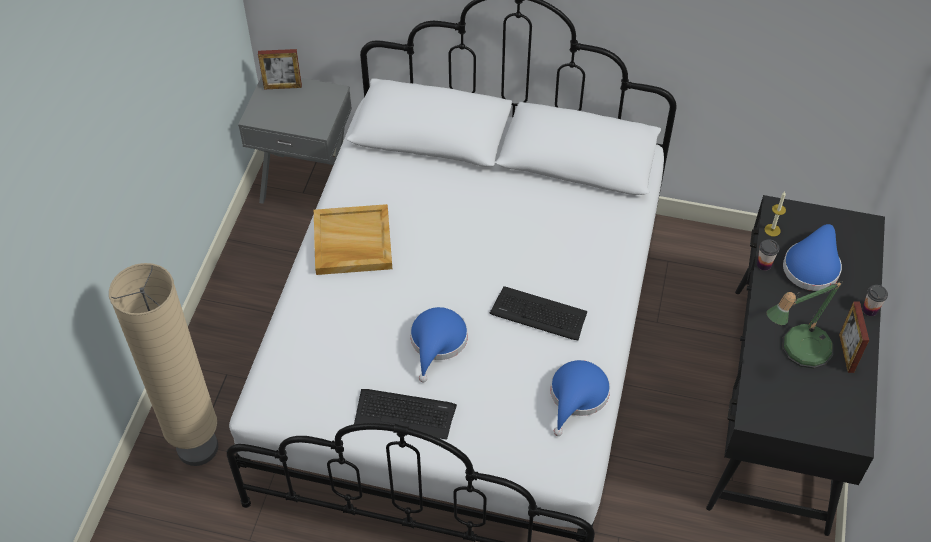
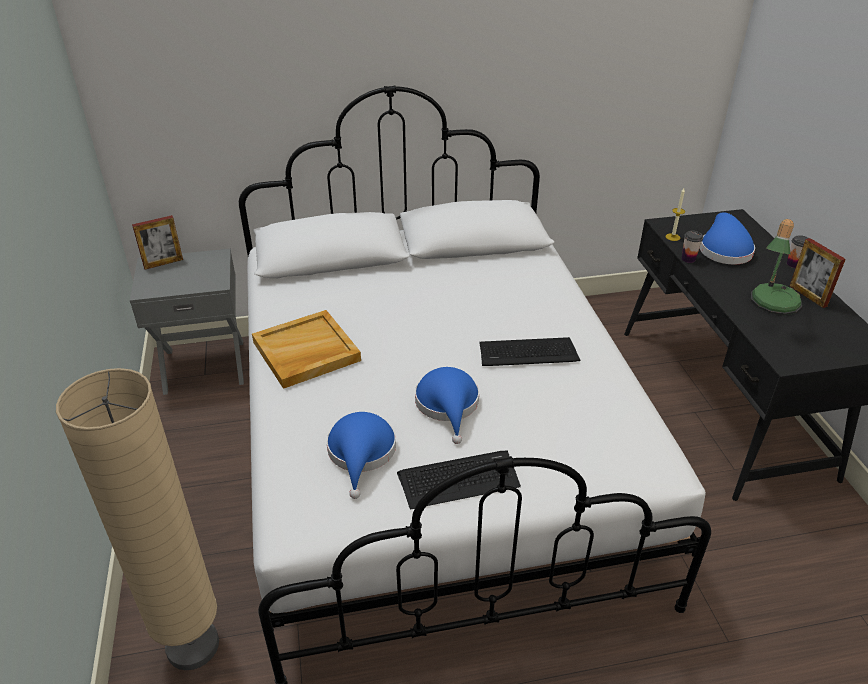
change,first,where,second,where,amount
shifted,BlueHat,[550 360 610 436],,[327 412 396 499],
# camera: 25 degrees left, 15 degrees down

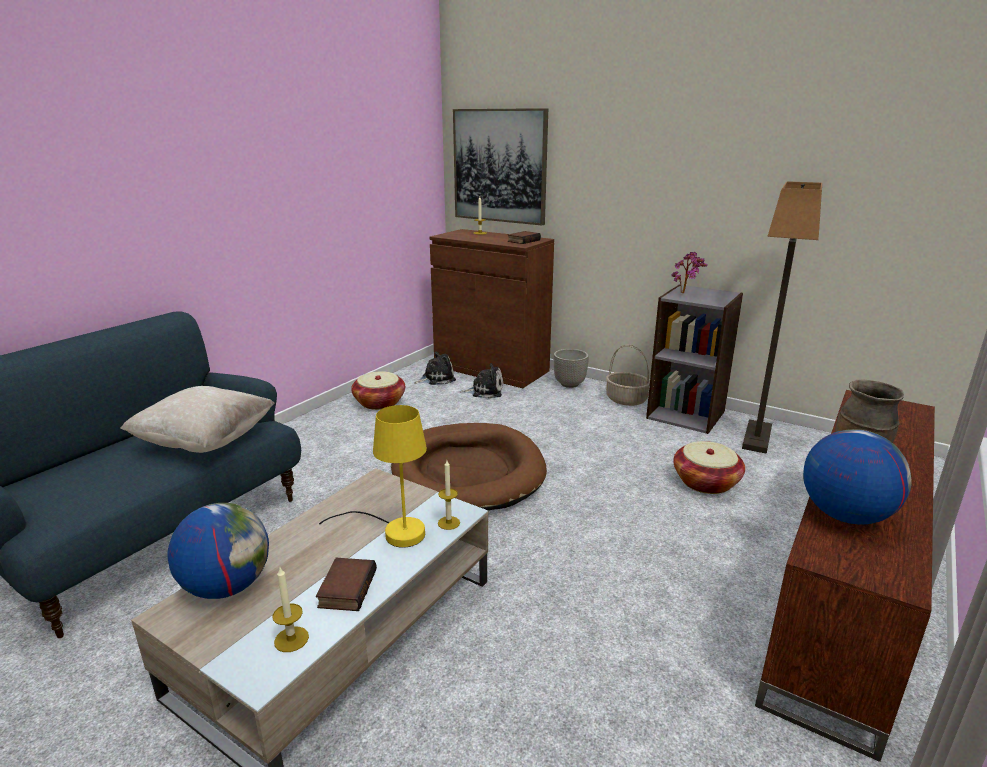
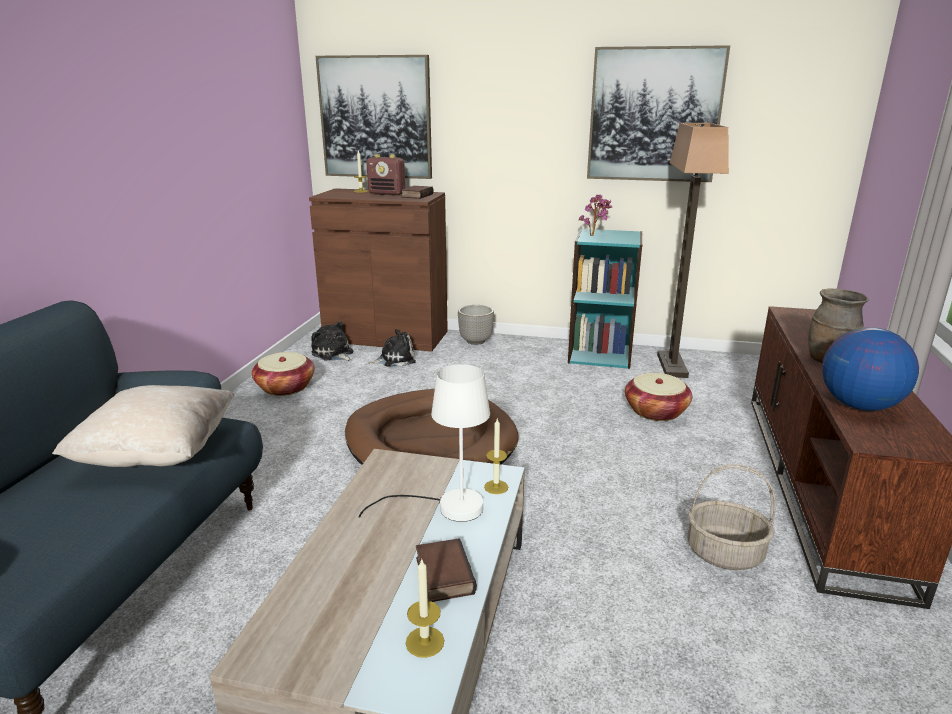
change,first,where,second,where,amount
gone,Globe,[167 503 269 599],,,
new,,,Radio,[366 154 405 196],
new,,,Picture,[587 45 730 182],
shifted,Basket,[606 344 650 406],,[688 464 775 570],
repainted,YellowTableLamp,[319 405 427 548],WhiteTableLamp,[358 364 490 522],
repainted,GreyBookcase,[646 284 743 434],TurquoiseBookcase,[568 228 643 369],
rotated,PlushToy,[414 352 456 385],,[311 321 353 361],90 degrees counterclockwise
# camera: 20 degrees left, 0 degrees up

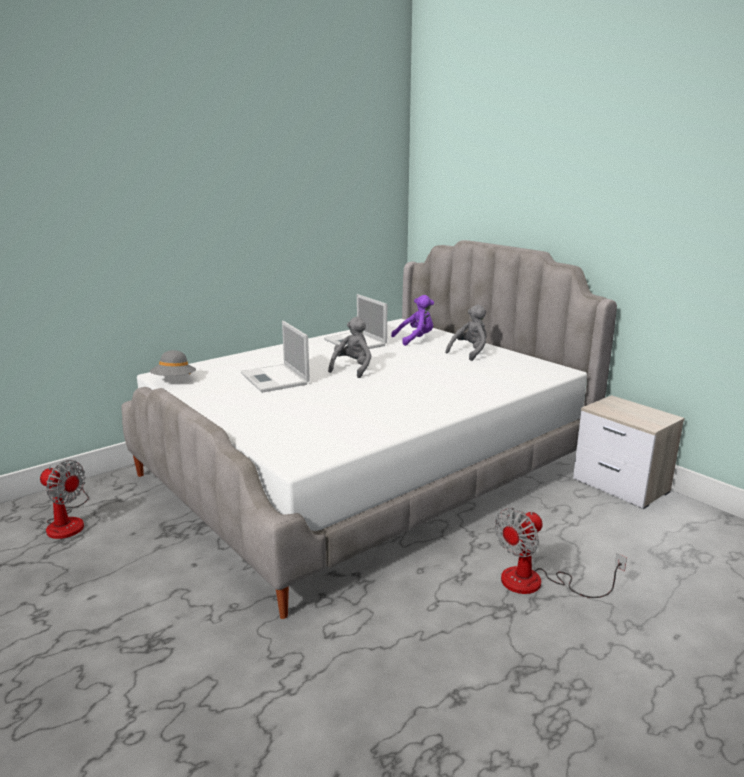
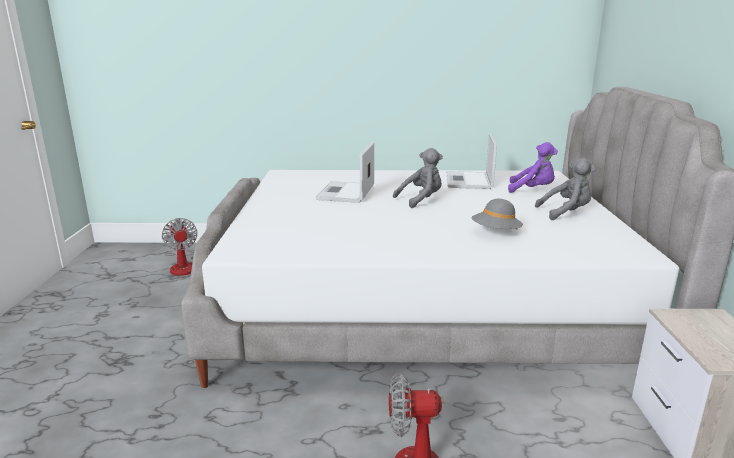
change,first,where,second,where,amount
shifted,GreyHat,[150 350 196 376],,[471 199 523 229],
# camera: 40 degrees right, 0 degrees up

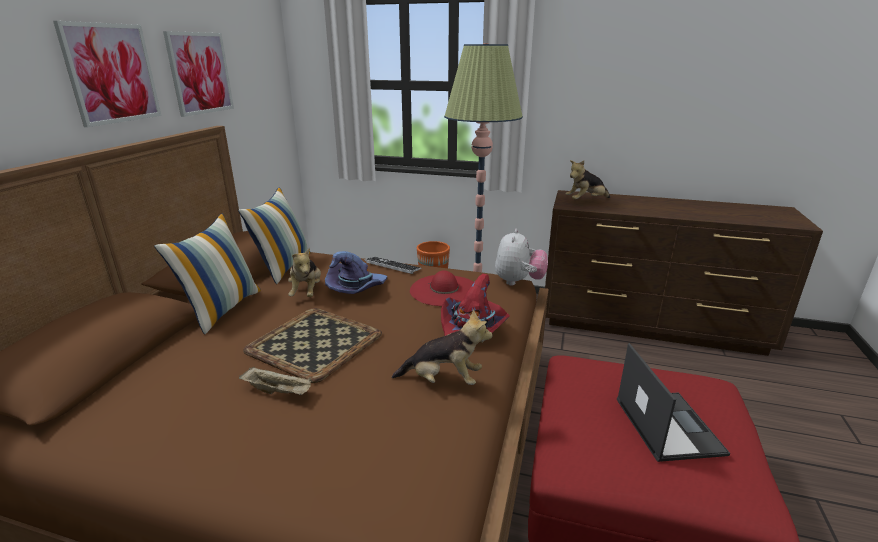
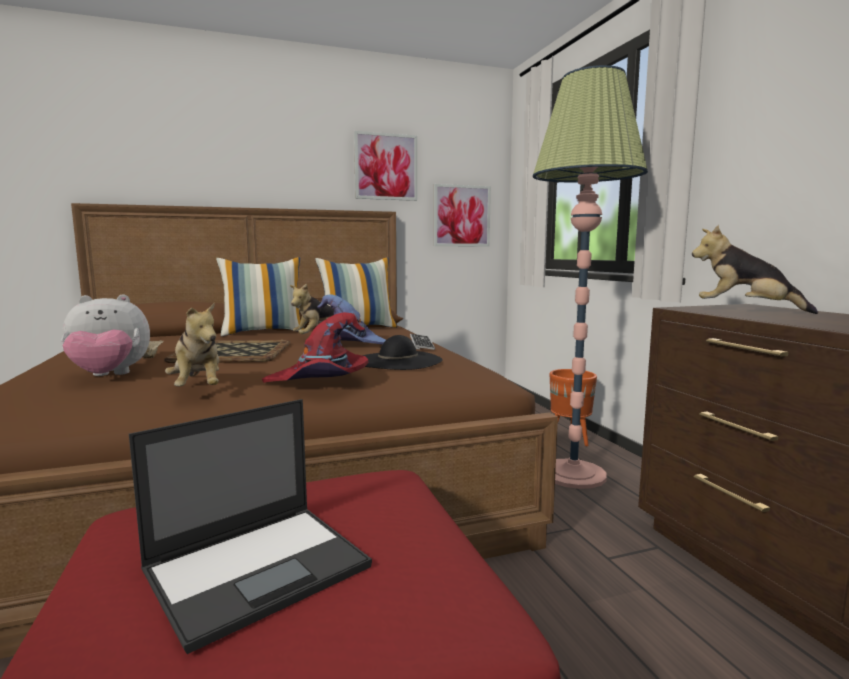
change,first,where,second,where,amount
shifted,Picture,[53 21 161 127],,[434 184 491 247],
shifted,PlushToy,[495 229 548 286],,[61 294 150 376],
repainted,RedHat,[410 270 474 306],BlackHat,[362 335 443 370],
# camera: 55 degrees right, 15 degrees down

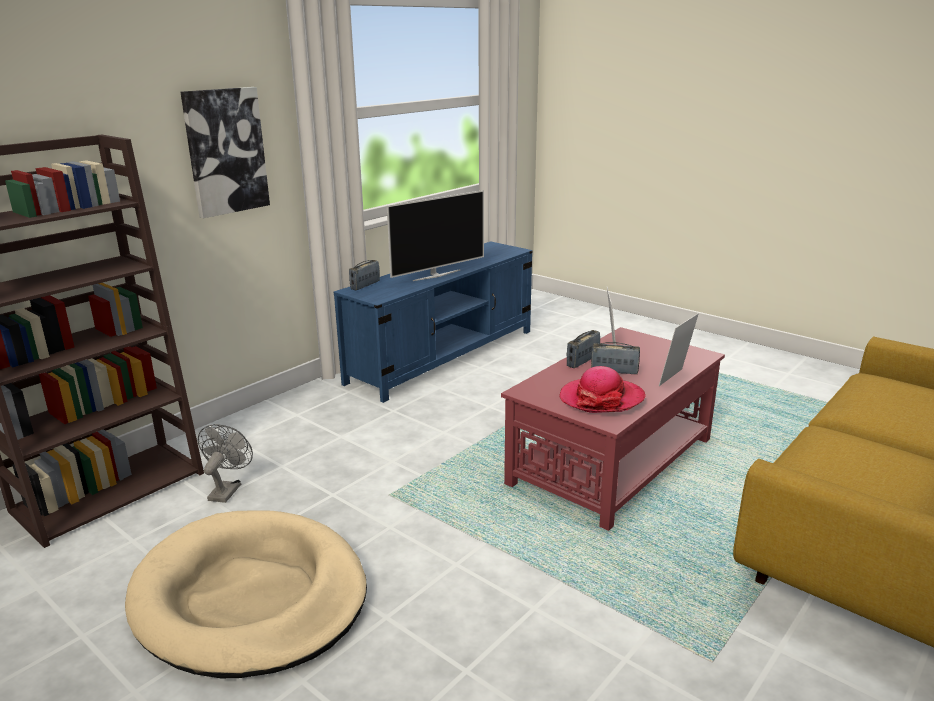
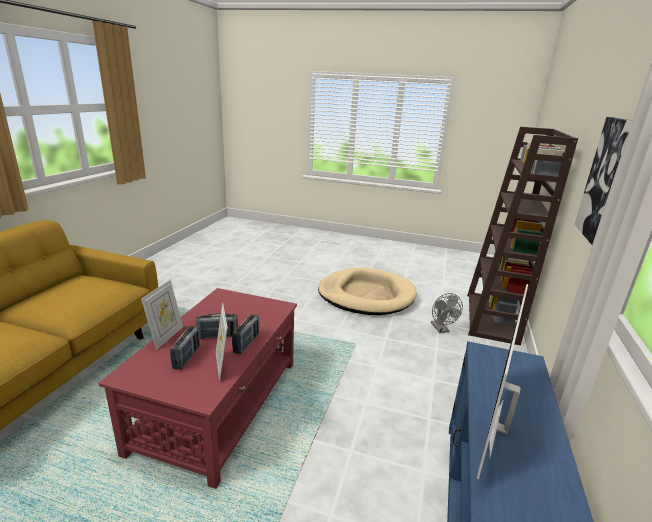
change,first,where,second,where,amount
gone,Hat,[559 366 646 413],,,
shifted,Radio,[349 260 380 290],,[170 326 200 370],
# camera: 155 degrees right, 0 degrees up

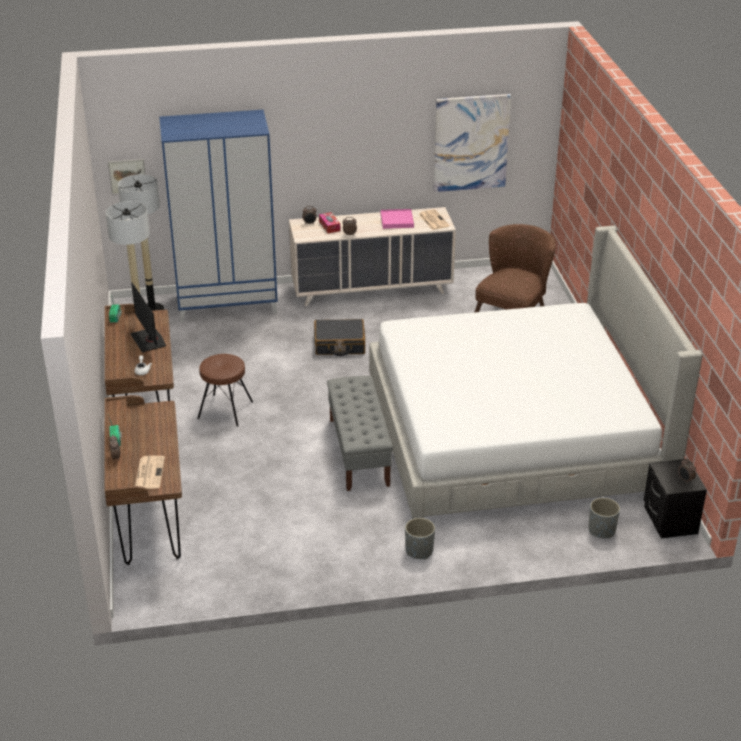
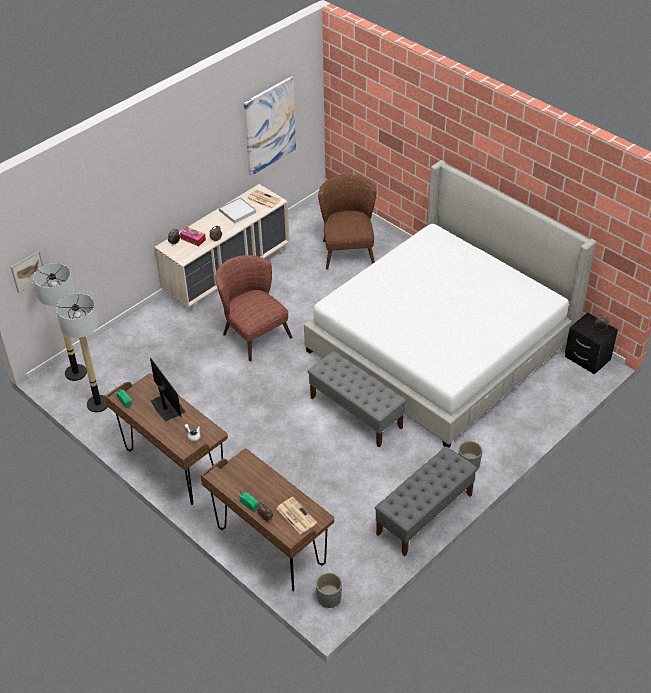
change,first,where,second,where,amount
gone,BlueWardrobe,[159 110 278 322],,,
gone,BrownStool,[197 354 253 427],,,
new,,,GreyBench,[375 446 478 556],
shifted,GreyPlanter,[588 498 620 538],,[316 573 342 608],
swapped,BlackSuitcase,[314 319 365 356],BrownArmchair,[215 255 292 361],
repainted,PinkTray,[381 209 414 229],WhiteTray,[219 197 256 223],
rotated,Monitor,[130 282 166 352],,[150 358 186 422],150 degrees counterclockwise
# camera: 35 degrees left, 10 degrees up

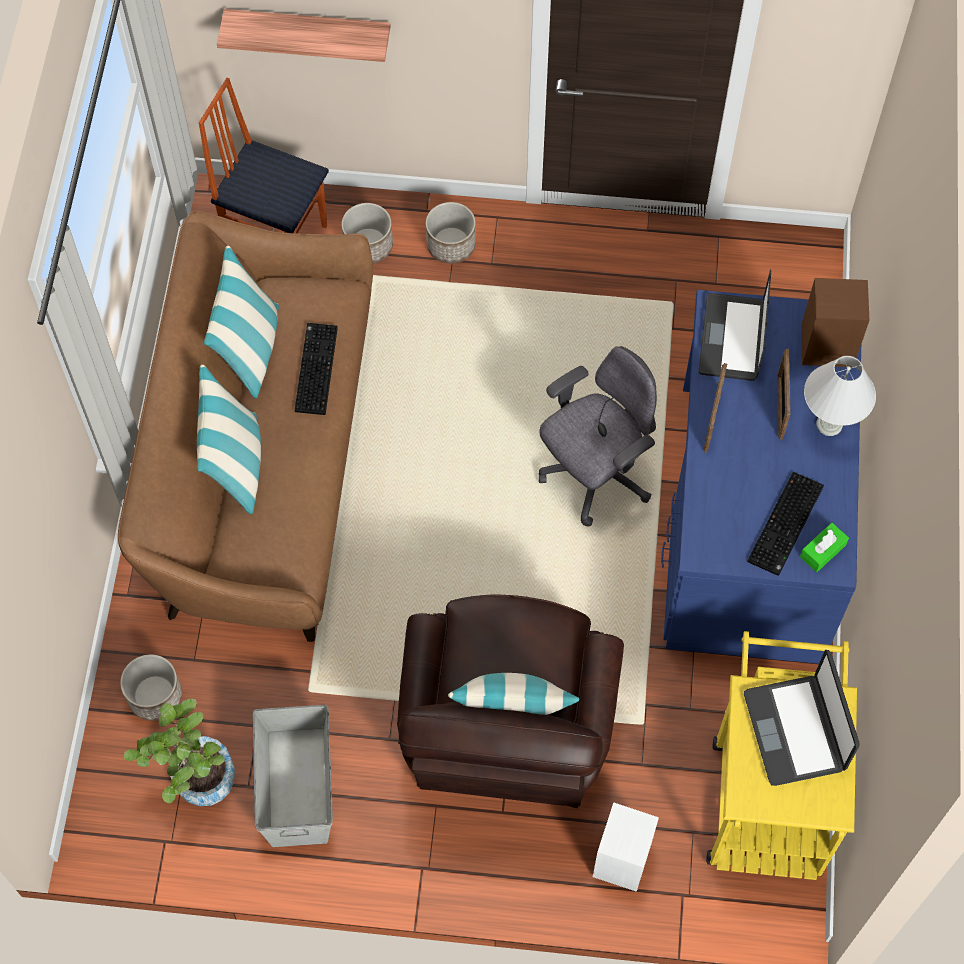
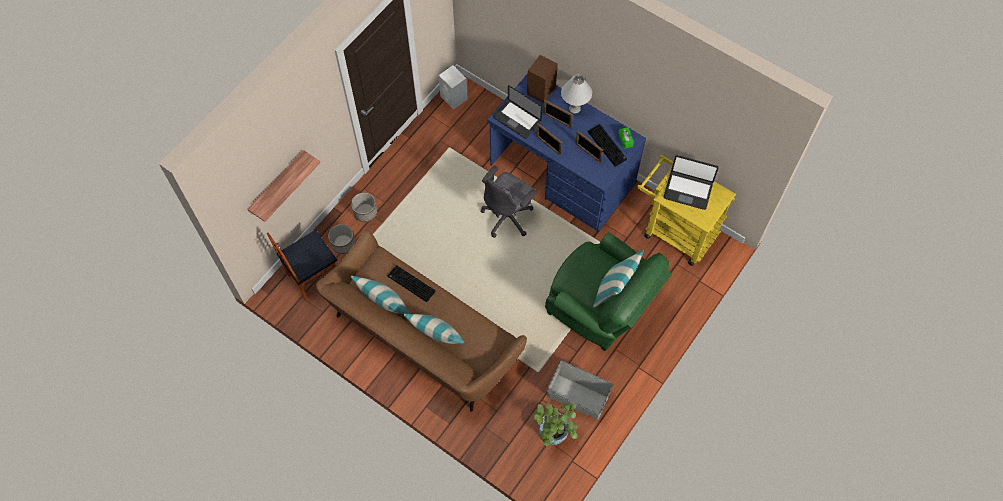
change,first,where,second,where,amount
gone,Planter,[120 654 182 721],,,
new,,,PictureFrame,[575 131 603 163],
shifted,WhiteSpeaker,[593 802 659 892],,[439 65 468 110],
repainted,BrownArmchair,[397 594 624 808],GreenArmchair,[545 233 672 351],
rotated,GreyOfficeChair,[539 346 657 527],,[481 166 536 238],135 degrees counterclockwise
# camera: 60 degrees left, 0 degrees up

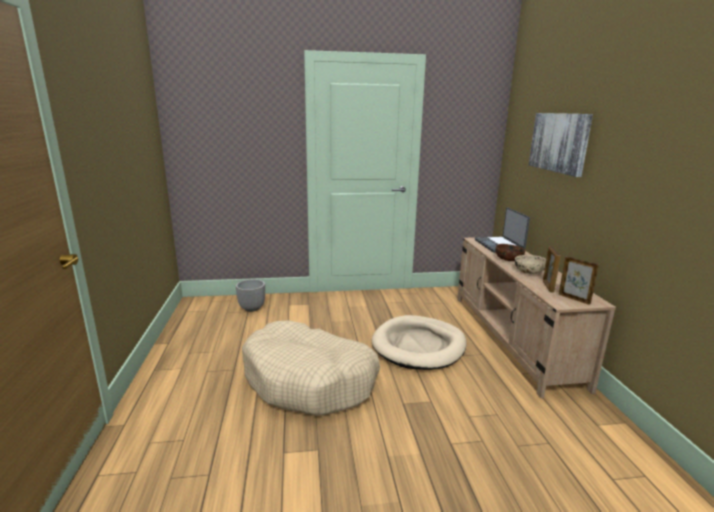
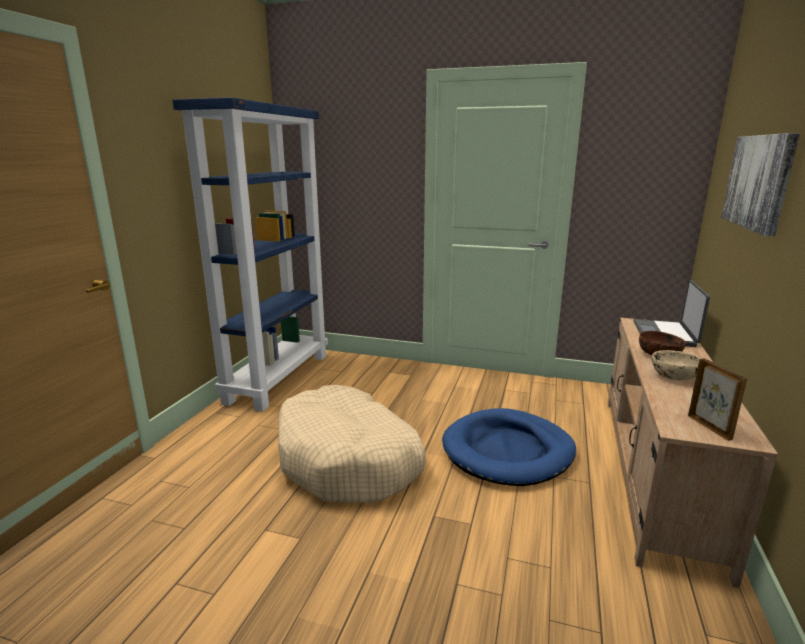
change,first,where,second,where,amount
gone,Planter,[236 279 265 312],,,
gone,PictureFrame,[543 246 561 293],,,
new,,,BlueBookcase,[172 97 328 411],
repainted,BeigeDogBed,[372 315 467 370],BlueDogBed,[442 408 576 486],
# camera: 25 degrees right, 0 degrees up

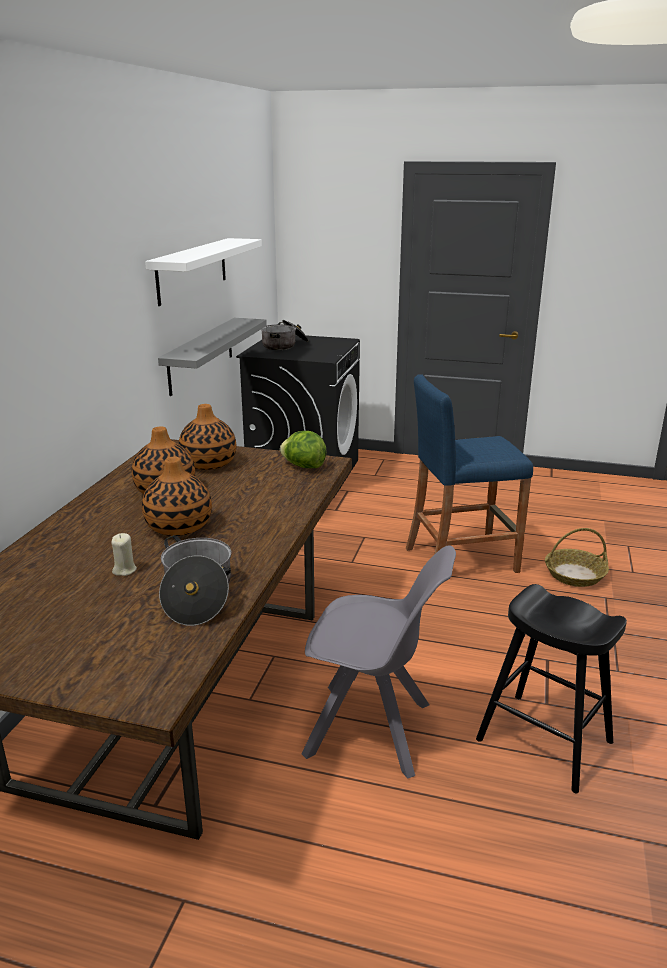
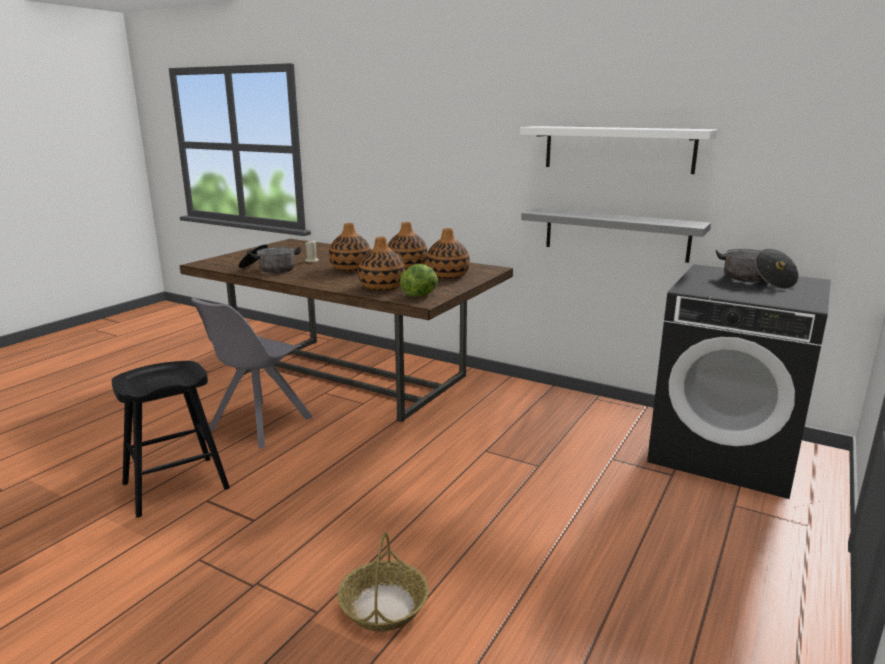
change,first,where,second,where,amount
gone,BlueStool,[406 374 533 573],,,
new,,,Vase,[358 237 405 291],
# camera: 105 degrees right, 5 degrees down

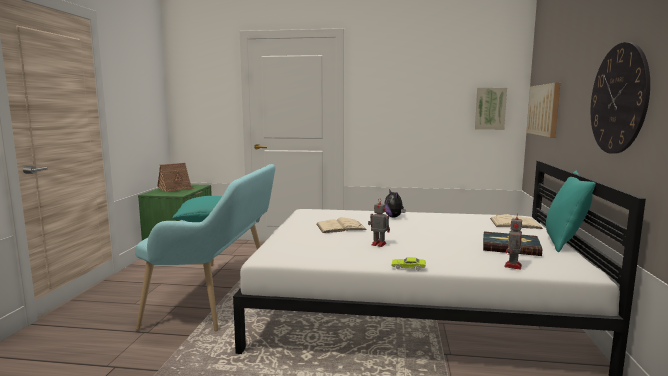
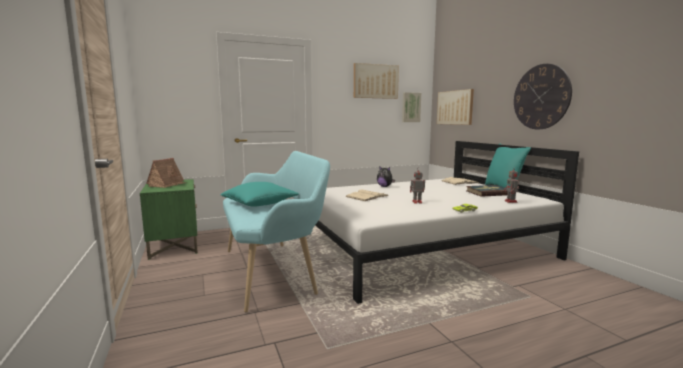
change,first,where,second,where,amount
new,,,Picture,[354 63 399 99],
# camera: 30 degrees left, 0 degrees up

